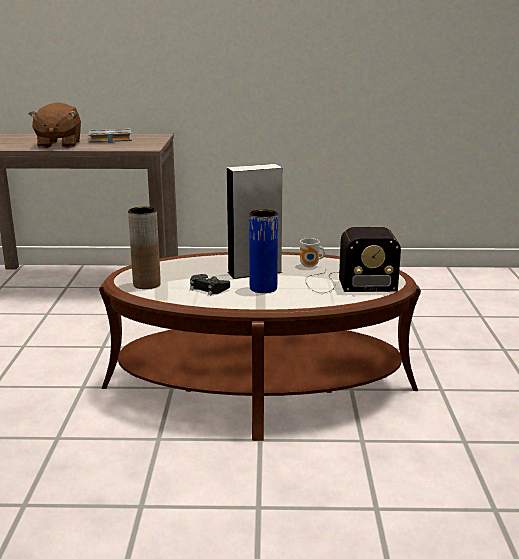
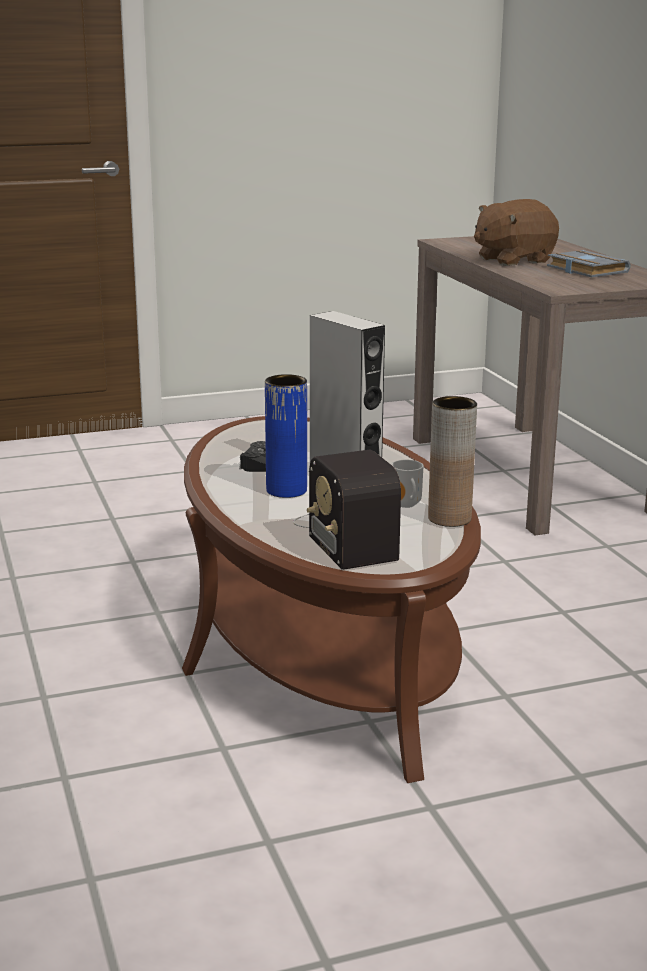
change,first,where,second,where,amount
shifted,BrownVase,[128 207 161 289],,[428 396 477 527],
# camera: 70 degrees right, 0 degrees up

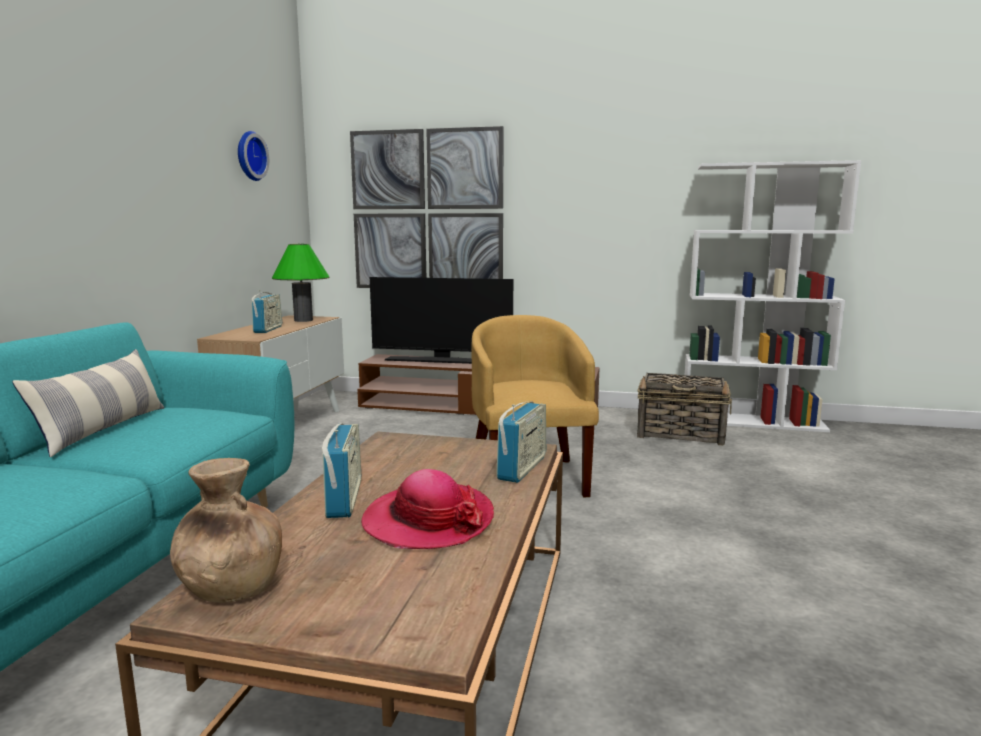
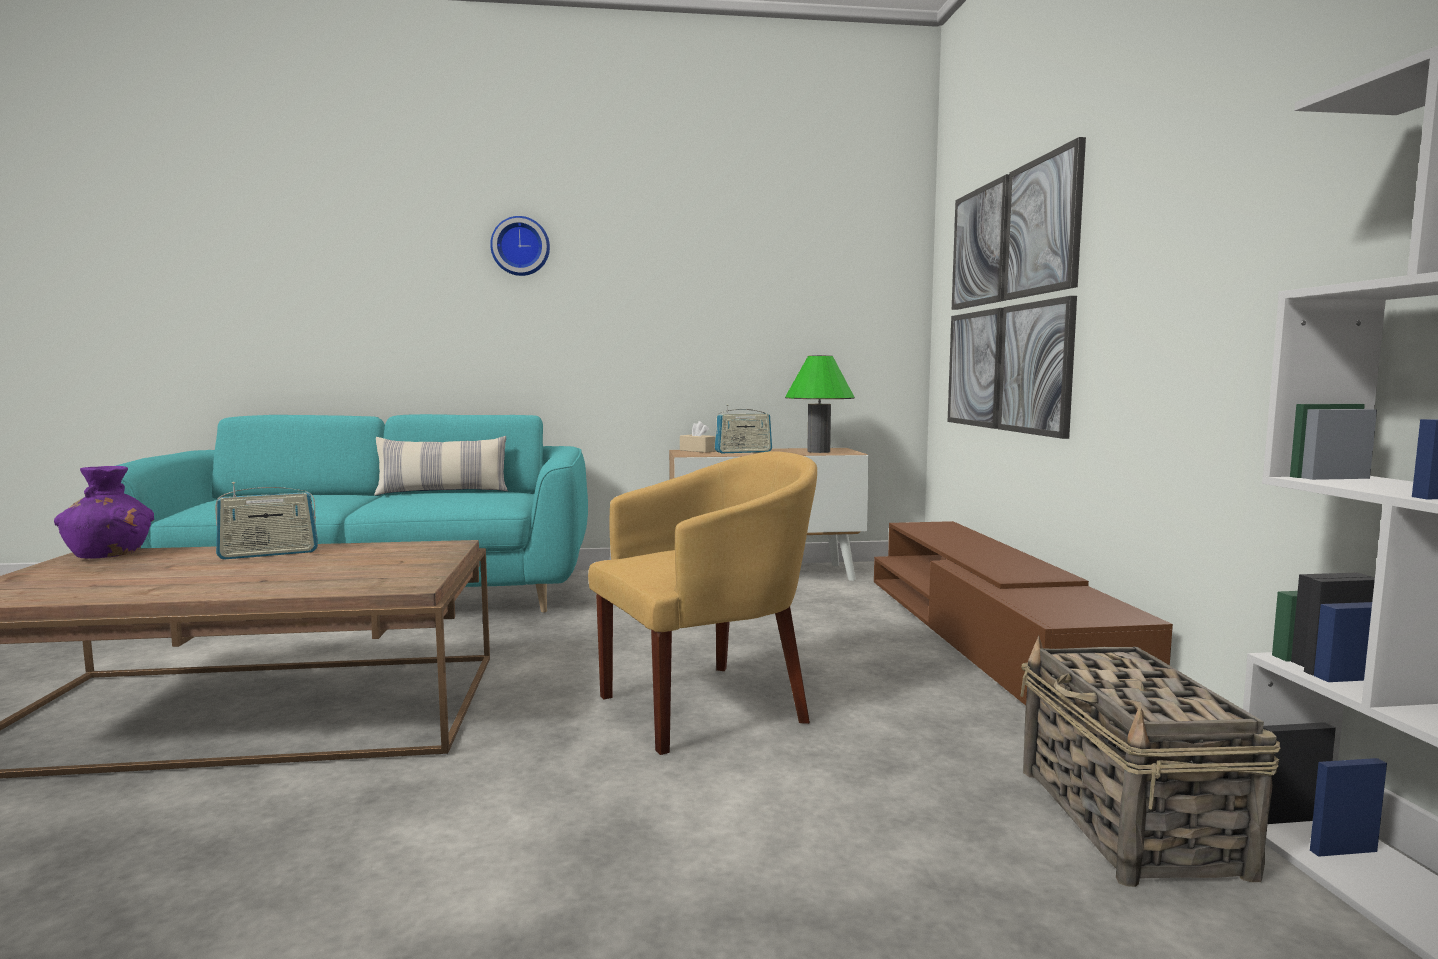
change,first,where,second,where,amount
gone,Hat,[361 469 494 549],,,
gone,Television,[370 277 513 364],,,
gone,Radio,[496 401 546 483],,,
new,,,BeigeTissueBox,[680 421 716 453],
shifted,WallClock,[238 131 269 181],,[490 216 550 276],
repainted,BrownVase,[170 458 282 603],PurpleVase,[54 466 154 559],
# camera: 70 degrees right, 5 degrees down

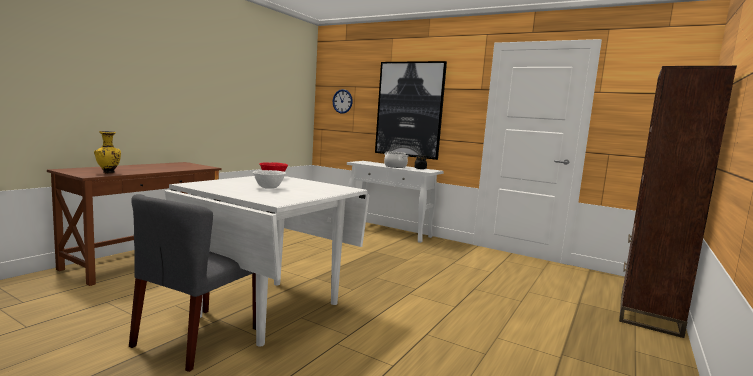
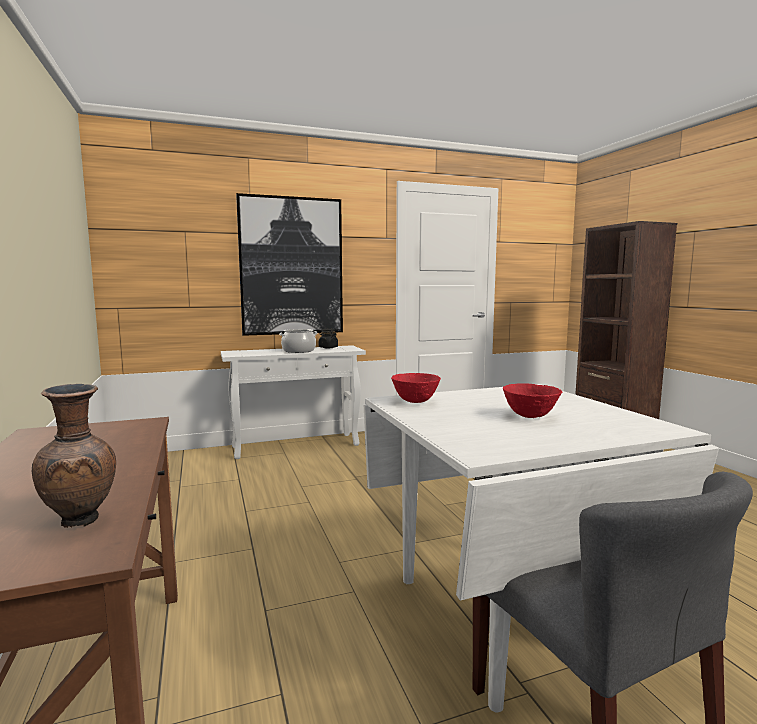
change,first,where,second,where,amount
gone,WallClock,[333 89 353 114],,,
repainted,YellowVase,[94 131 121 174],BrownVase,[32 384 116 528],
repainted,WhiteBowl,[253 170 286 189],RedBowl,[503 383 562 418],
# camera: 50 degrees left, 0 degrees up

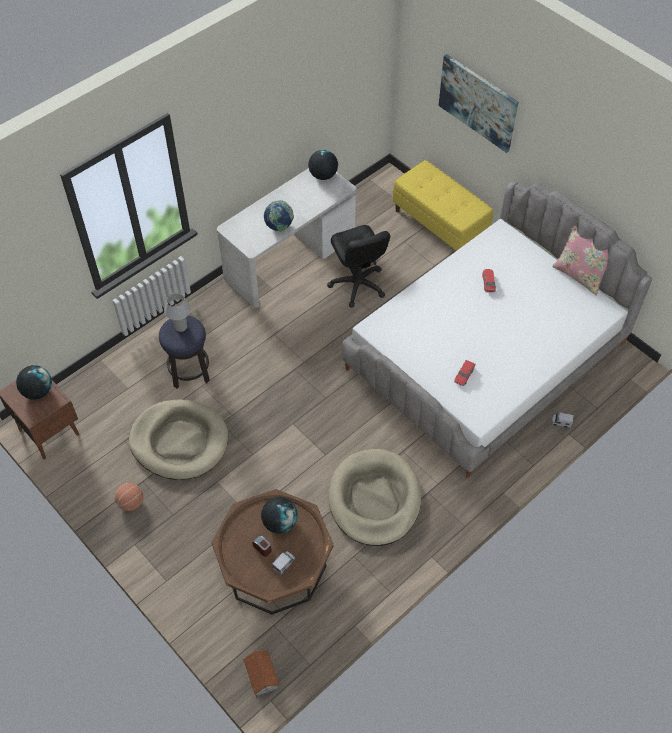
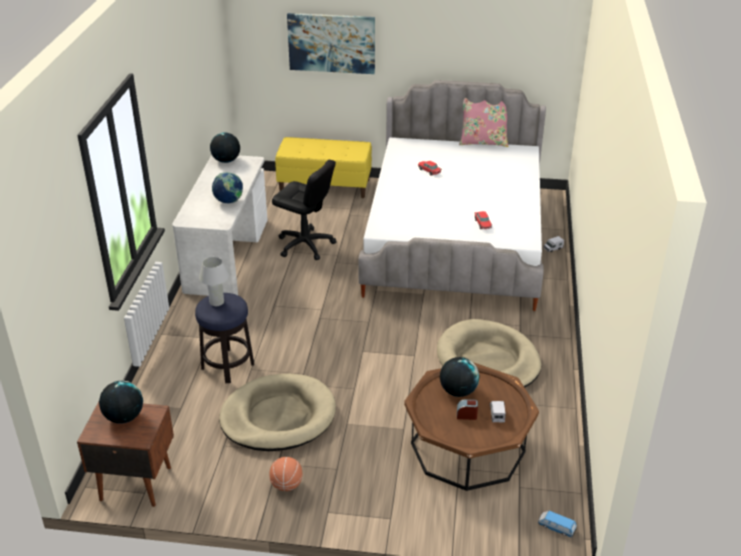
change,first,where,second,where,amount
swapped,ToyHouse,[243 650 280 697],ToyCar,[538 511 577 538],
# camera: 40 degrees left, 20 degrees down

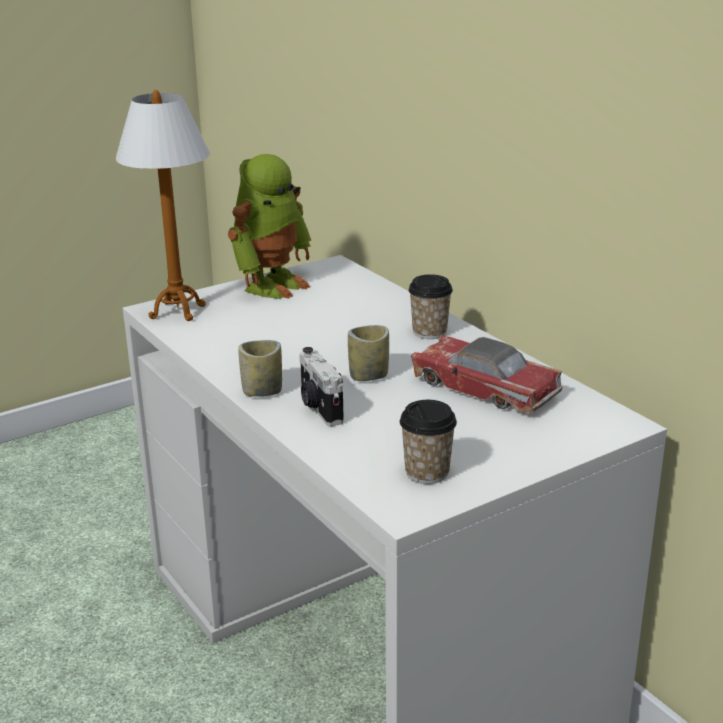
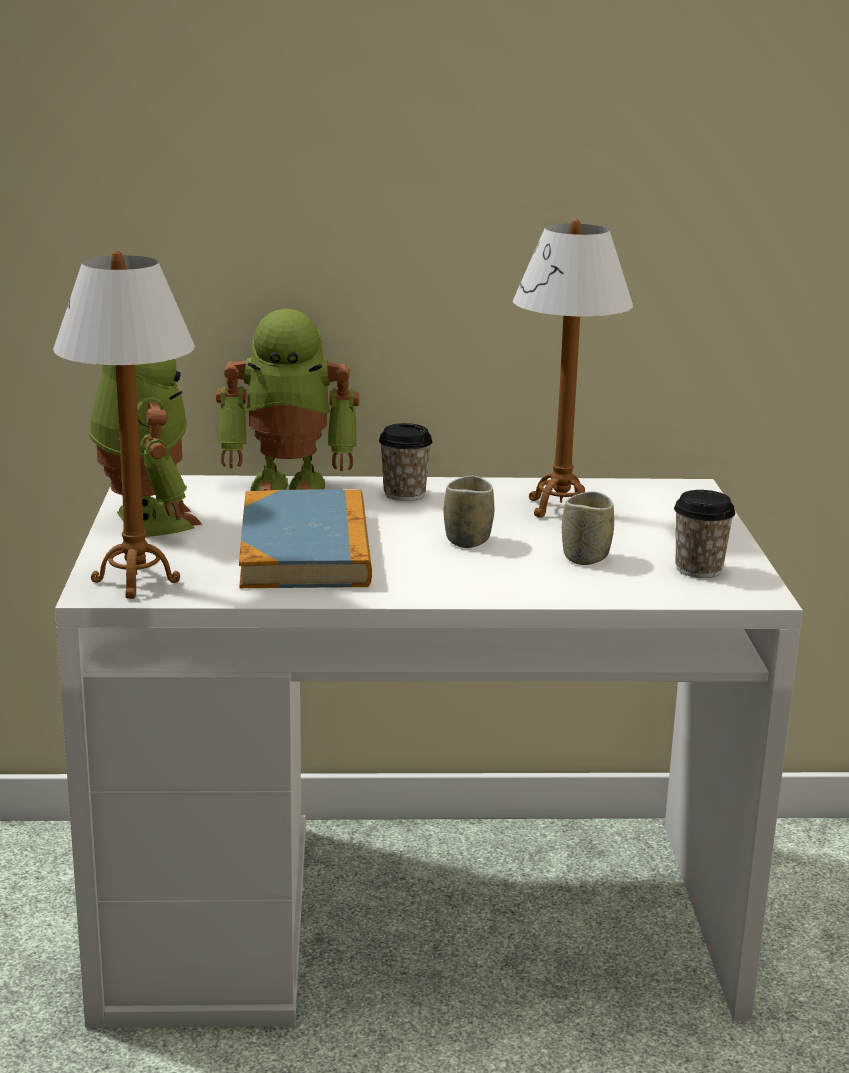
change,first,where,second,where,amount
gone,PhotoCamera,[299 347 344 426],,,
new,,,ToyRobot,[216 309 359 491],
new,,,Book,[239 489 372 588],
shifted,Cup,[238 340 282 397],,[562 492 614 565],
swapped,ToyCar,[411 335 562 414],TableLamp,[513 219 633 518],
# camera: 60 degrees left, 5 degrees down

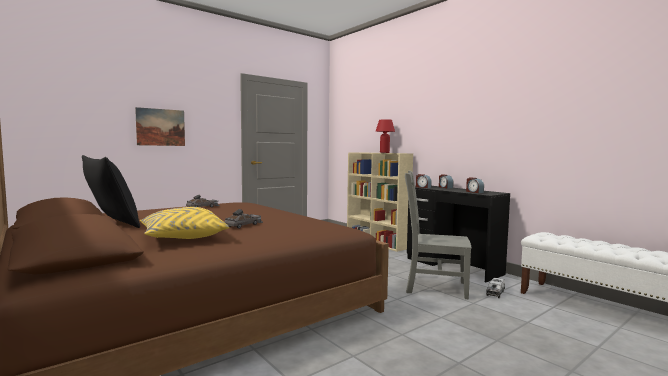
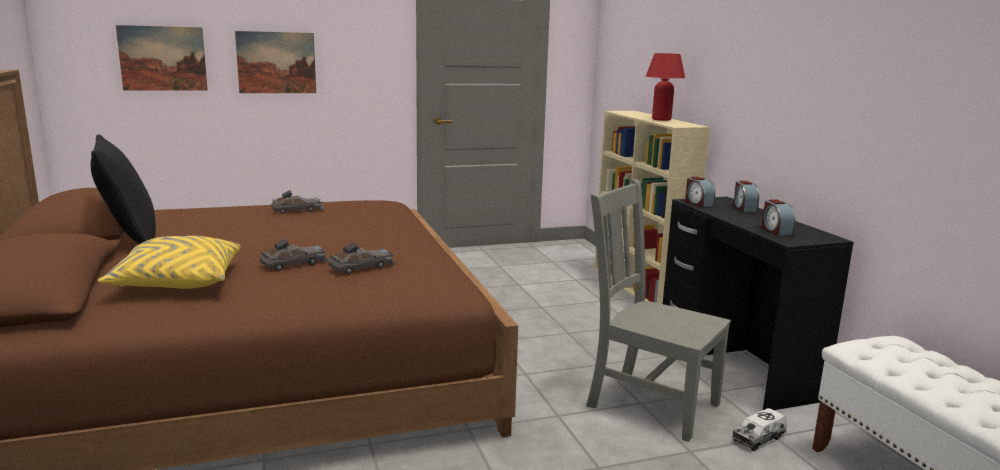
change,first,where,second,where,amount
new,,,Picture,[116 25 208 91],
new,,,GreyToyCar,[328 242 396 275],
# camera: 20 degrees right, 10 degrees up

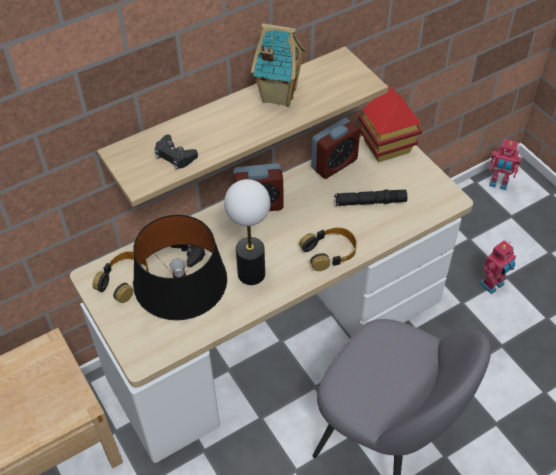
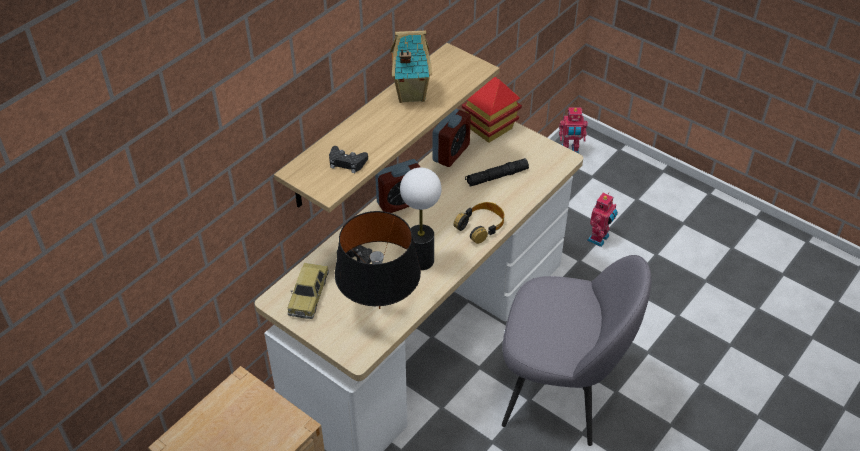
change,first,where,second,where,amount
swapped,Headphones,[93 251 148 303],ToyCar,[287 263 329 319],
# camera: 20 degrees left, 5 degrees down

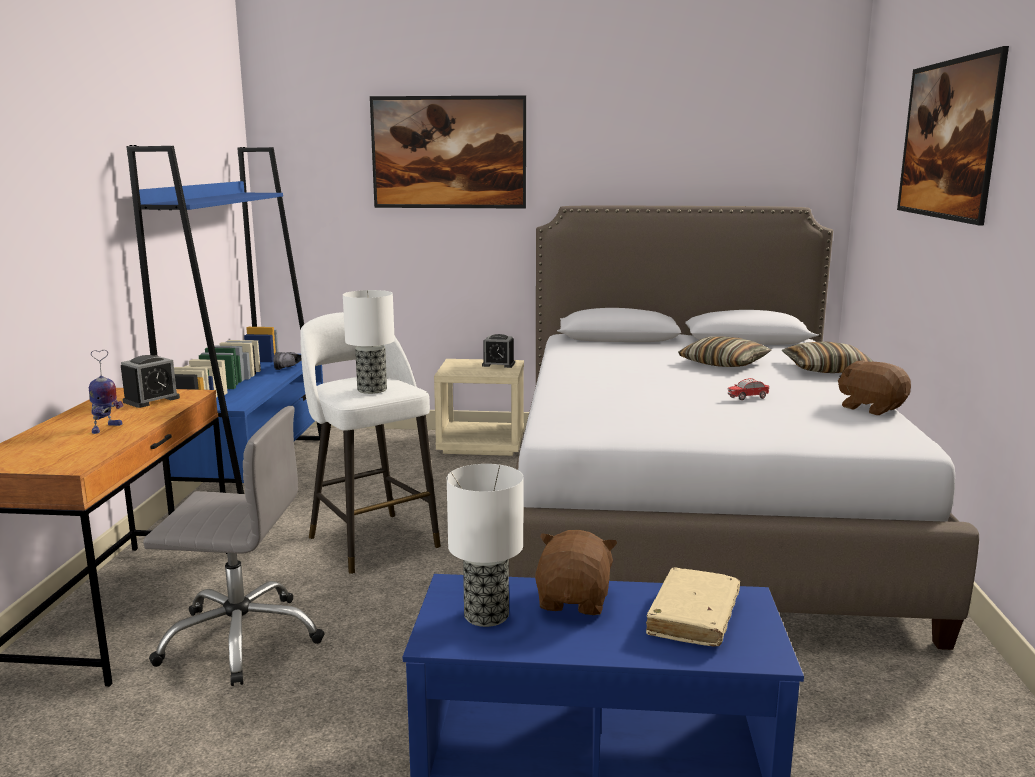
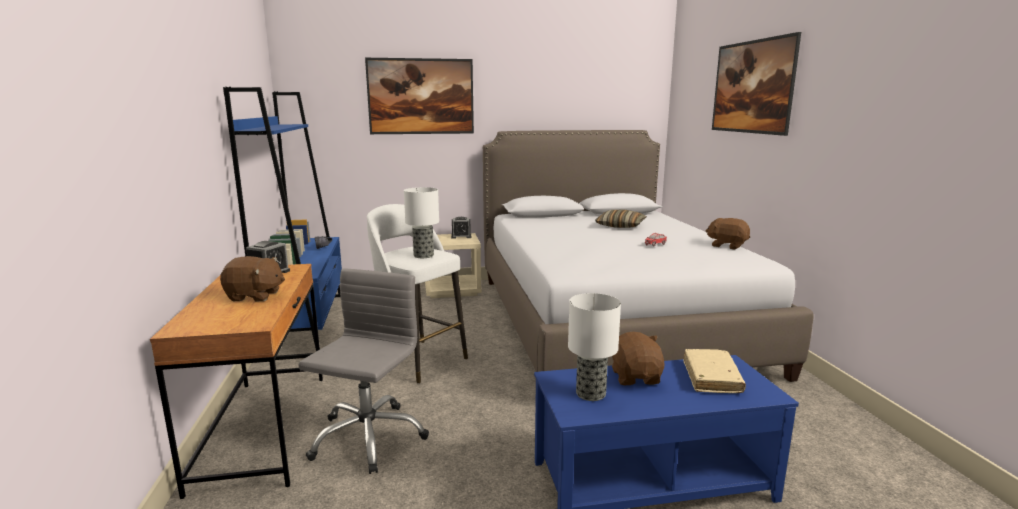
change,first,where,second,where,amount
gone,Pillow,[781 341 873 373],,,
swapped,ToyRobot,[89 350 123 434],BrownPlushToy,[220 256 285 301],
rotated,GreyOfficeChair,[143 406 325 686],,[298 268 429 474],60 degrees counterclockwise
# camera: 15 degrees left, 0 degrees up

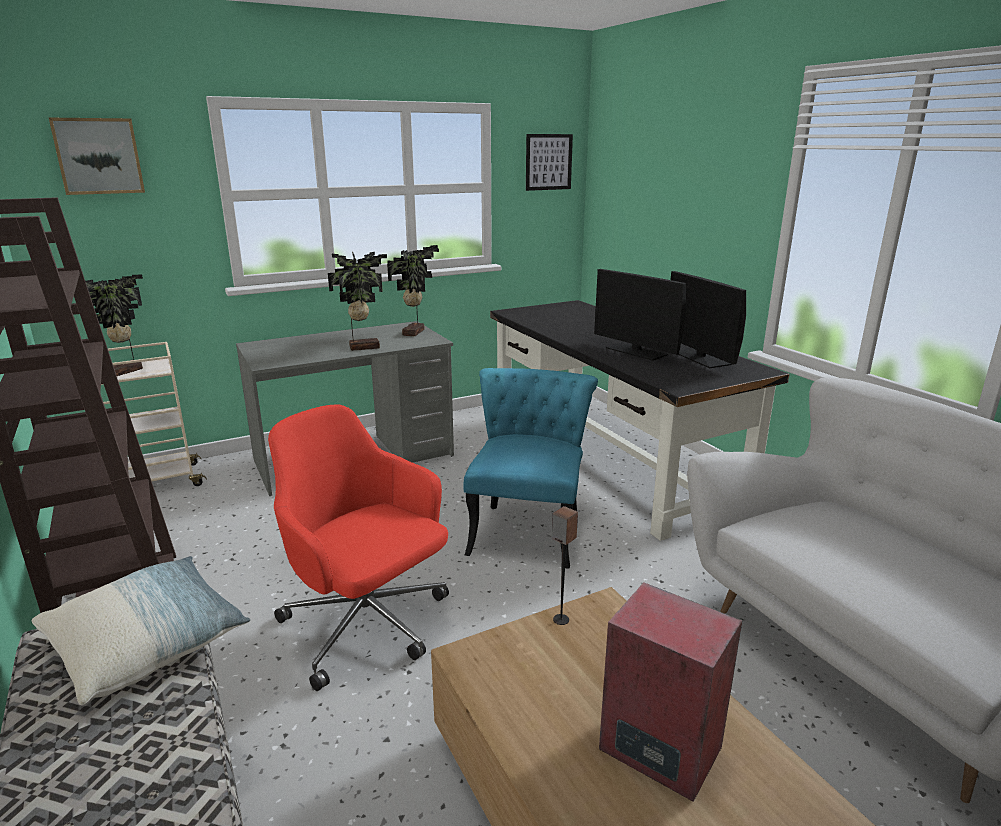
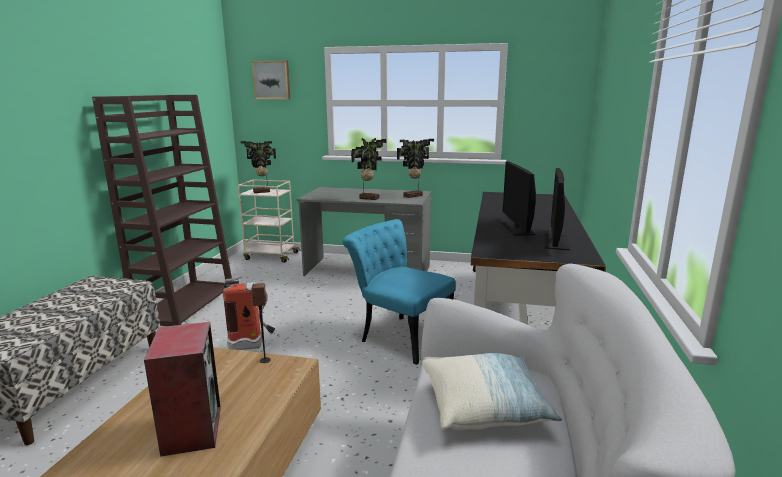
change,first,where,second,where,amount
gone,Picture,[526 134 573 191],,,
shifted,Pillow,[32 556 251 705],,[422 353 562 430],
swapped,RedOfficeChair,[268 404 449 691],FireExtinguisher,[223 277 275 350],
rotated,TurquoiseChair,[464 368 598 569],,[342 219 456 365],105 degrees counterclockwise
# camera: 40 degrees right, 5 degrees down

